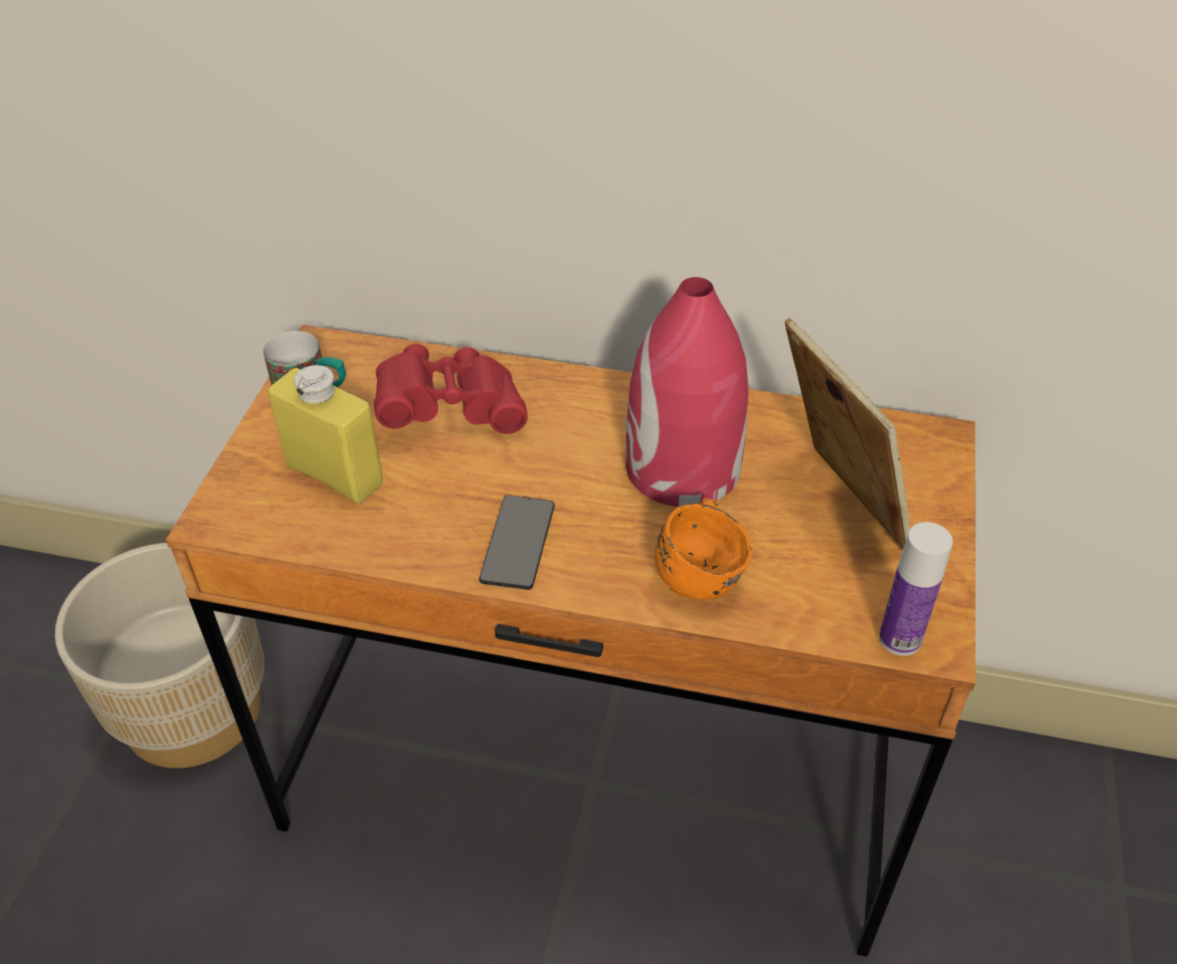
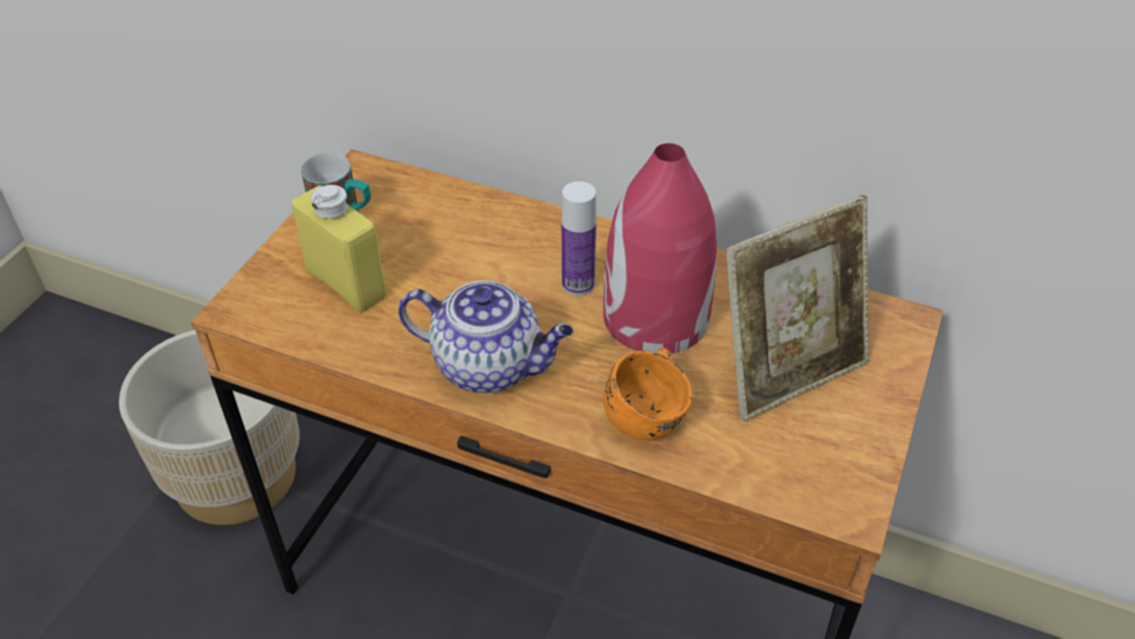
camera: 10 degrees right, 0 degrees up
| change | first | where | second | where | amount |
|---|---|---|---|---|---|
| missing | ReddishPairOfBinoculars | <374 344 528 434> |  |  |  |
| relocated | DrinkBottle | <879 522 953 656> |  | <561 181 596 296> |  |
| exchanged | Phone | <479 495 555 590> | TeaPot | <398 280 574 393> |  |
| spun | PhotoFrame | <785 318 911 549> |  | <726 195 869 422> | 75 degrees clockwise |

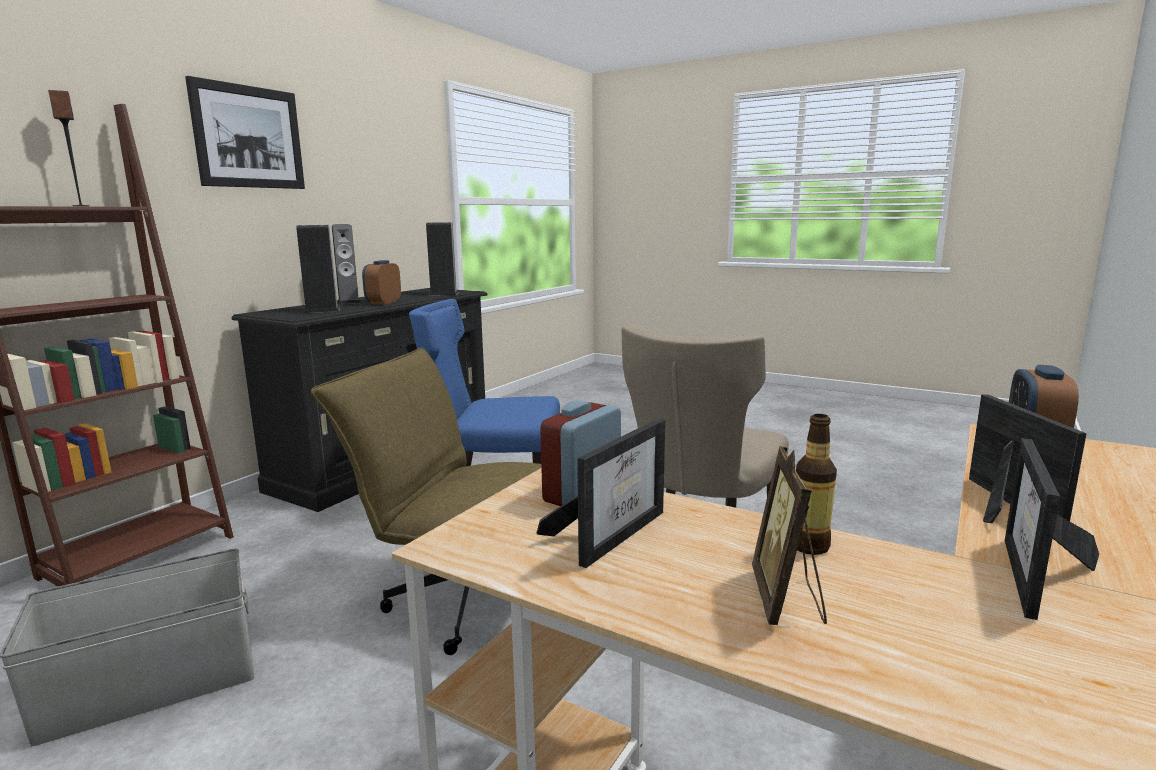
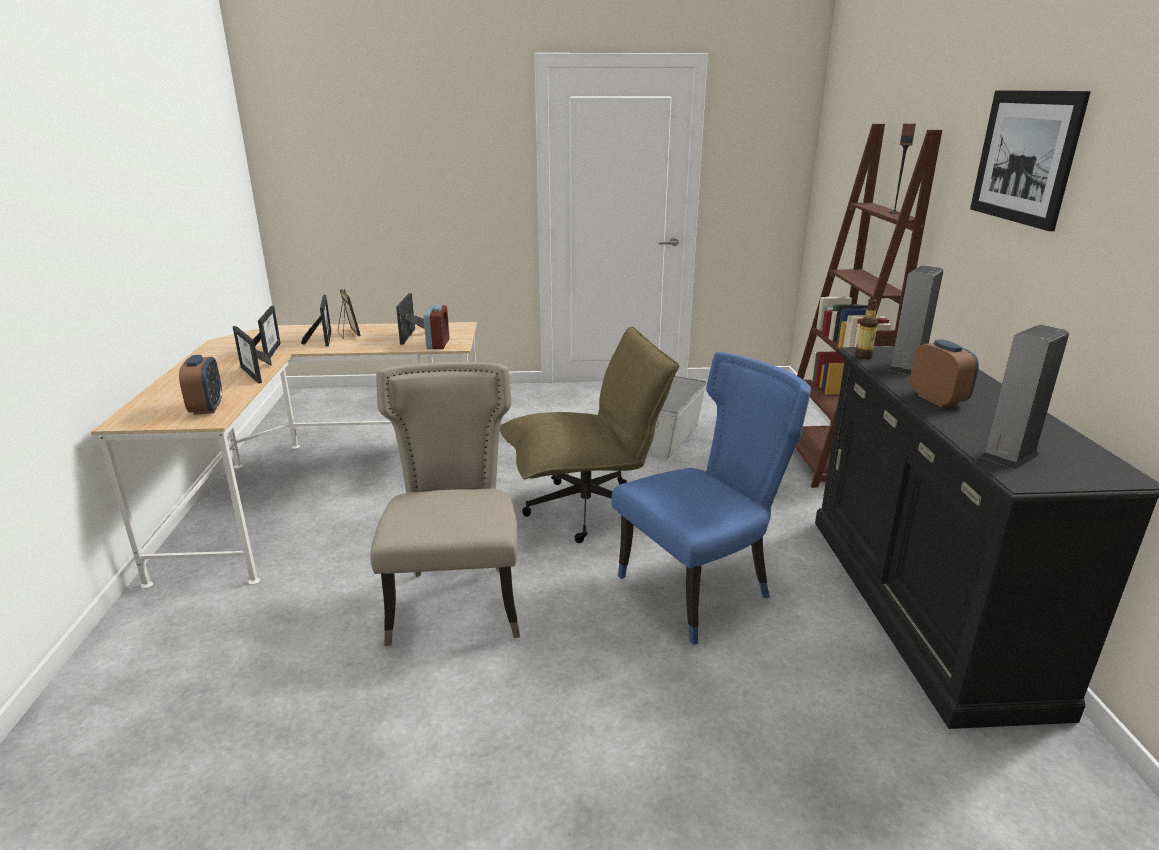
camera: 145 degrees right, 10 degrees up
| change | first | where | second | where | amount |
|---|---|---|---|---|---|
| missing | Loudspeaker | <332 224 360 304> |  |  |  |
| appeared |  |  | PhotoFrame | <301 295 331 346> |  |
| relocated | DrinkBottle | <796 414 837 555> |  | <855 298 878 359> |  |

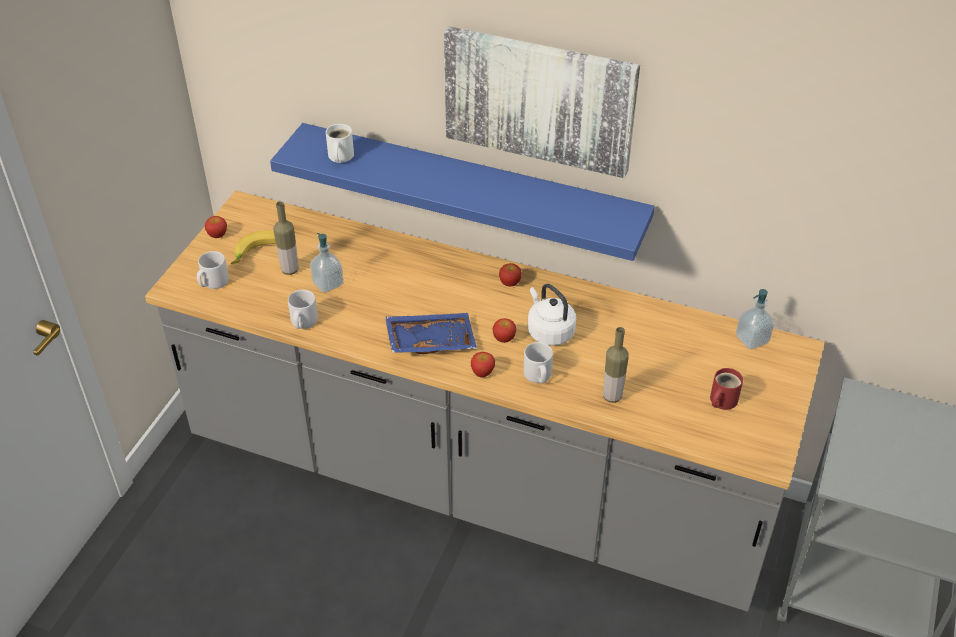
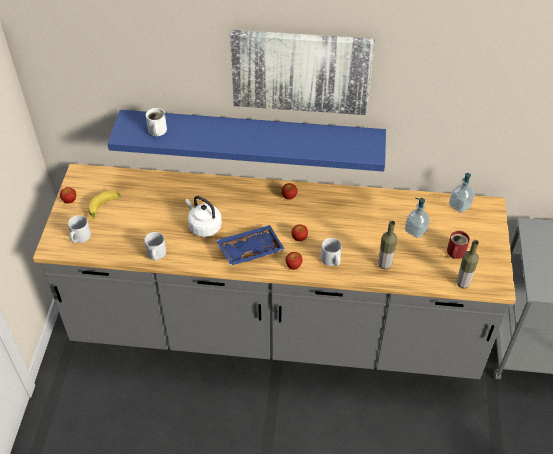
camera: 15 degrees left, 5 degrees up
| change | first | where | second | where | amount |
|---|---|---|---|---|---|
| relocated | DrinkBottle | <273 202 299 275> |  | <457 240 479 289> |  |
| relocated | SoapDispenser | <310 233 344 293> |  | <405 198 430 238> |  |
| relocated | WhitishTeaKettle | <527 284 576 346> |  | <185 196 222 237> |  |

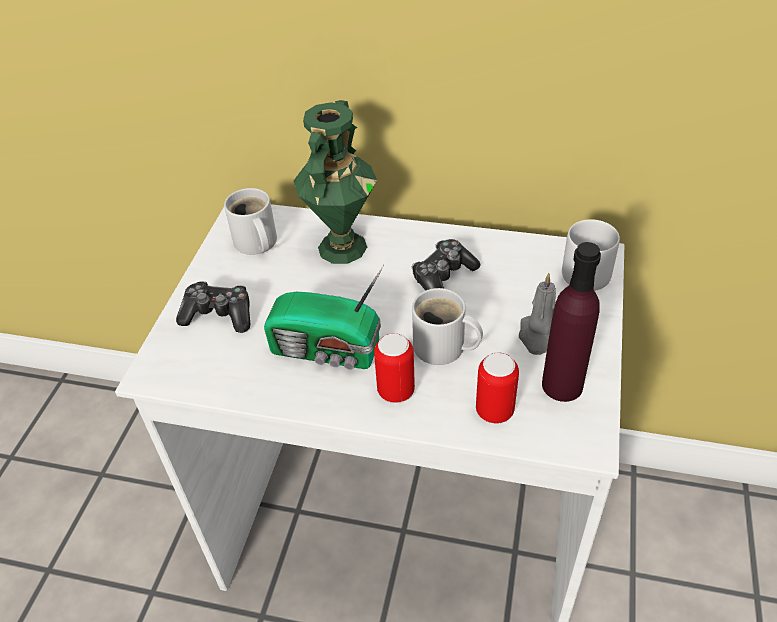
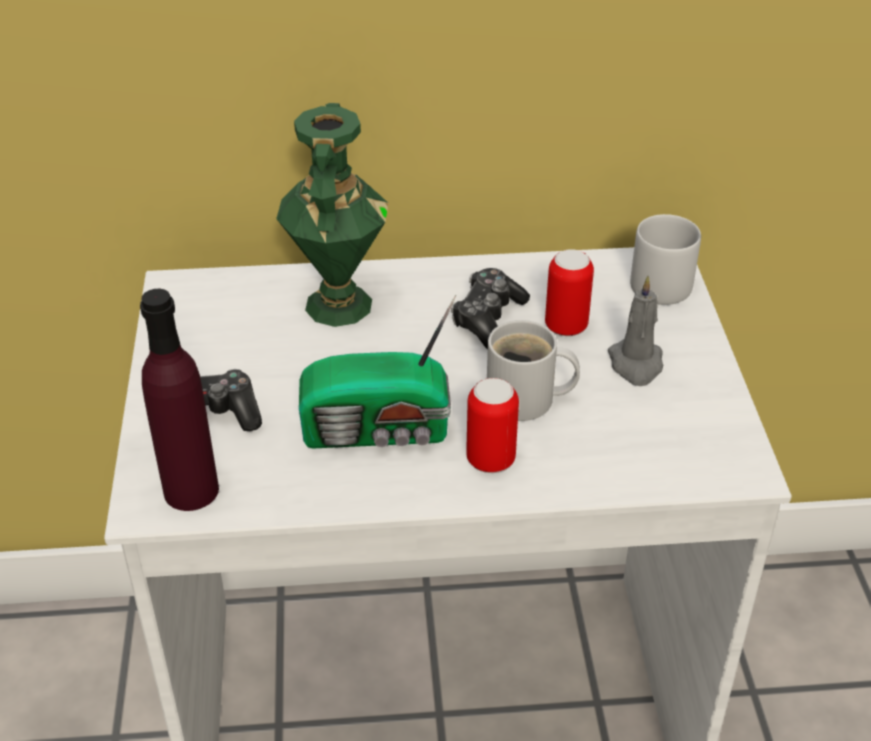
camera: 20 degrees left, 5 degrees down
| change | first | where | second | where | amount |
|---|---|---|---|---|---|
| missing | WhitishTeaMug | <224 188 277 255> |  |  |  |
| relocated | Can | <476 353 519 424> |  | <545 249 594 336> |  |
| relocated | PurpleDrinkBottle | <542 242 601 402> |  | <140 289 219 511> |  |

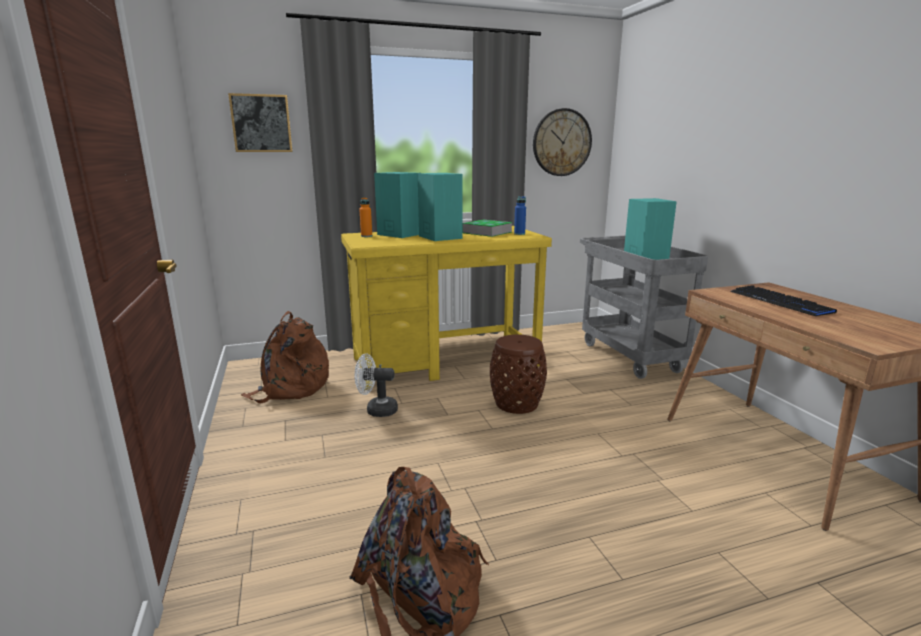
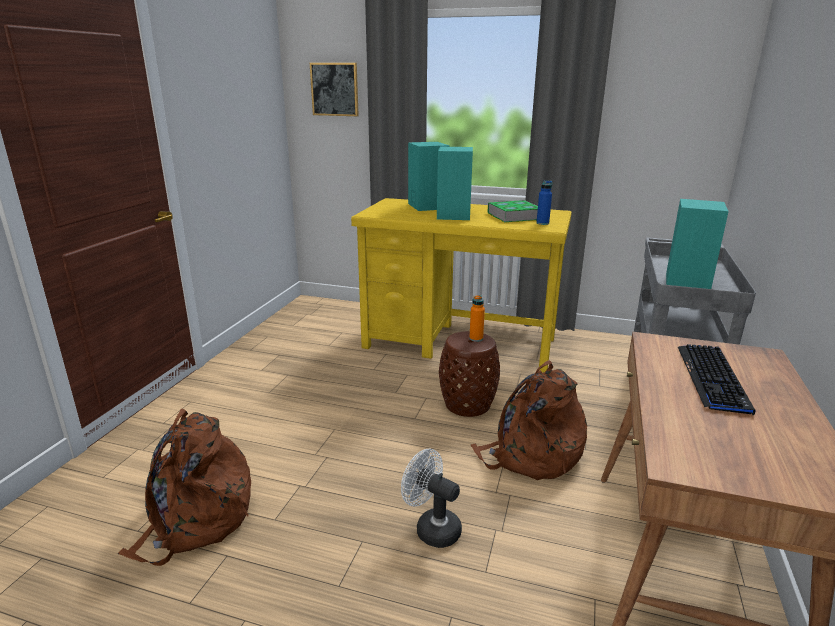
camera: 35 degrees right, 5 degrees up
| change | first | where | second | where | amount |
|---|---|---|---|---|---|
| missing | ClockOnTheWall | <533 108 592 176> |  |  |  |
| relocated | BrownishBackpack | <241 311 329 403> |  | <471 360 587 480> |  |
| relocated | WhitishElectricFan | <355 353 398 417> |  | <401 449 462 548> |  |
| relocated | OrangeColouredDrinkBottle | <359 197 372 237> |  | <469 295 485 342> |  |

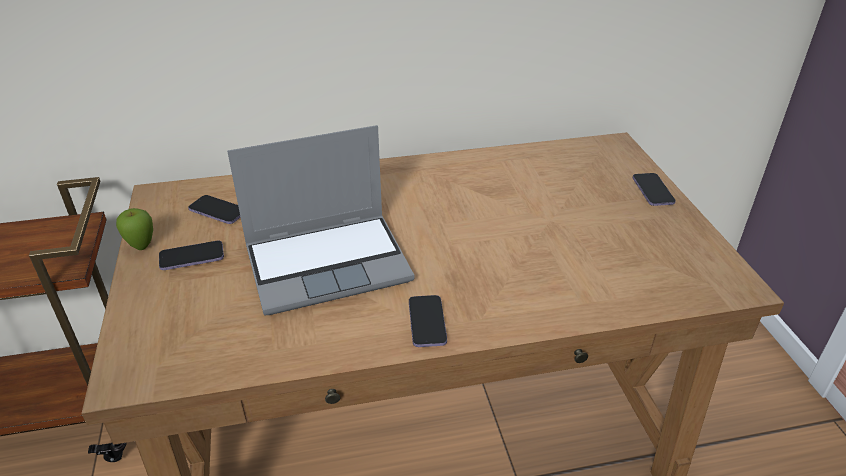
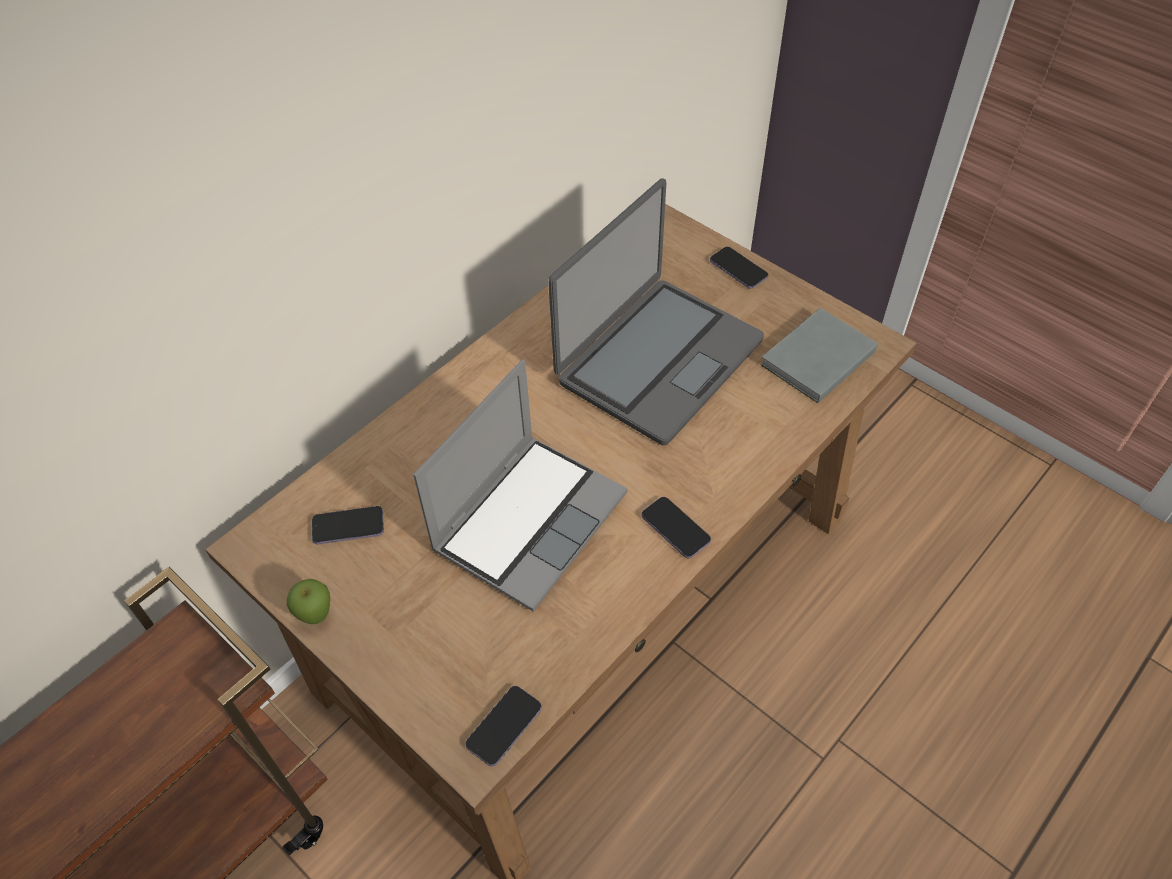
camera: 35 degrees left, 15 degrees up
| change | first | where | second | where | amount |
|---|---|---|---|---|---|
| appeared |  |  | NotebookComputer | <548 179 764 445> |  |
| appeared |  |  | GreyishBook | <761 308 878 403> |  |
| relocated | Phone | <159 241 224 270> |  | <465 686 542 766> |  |

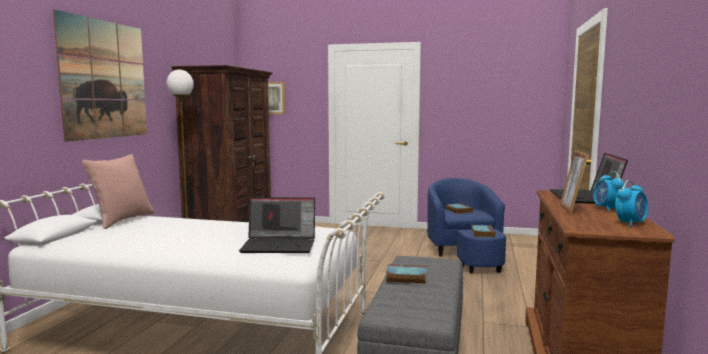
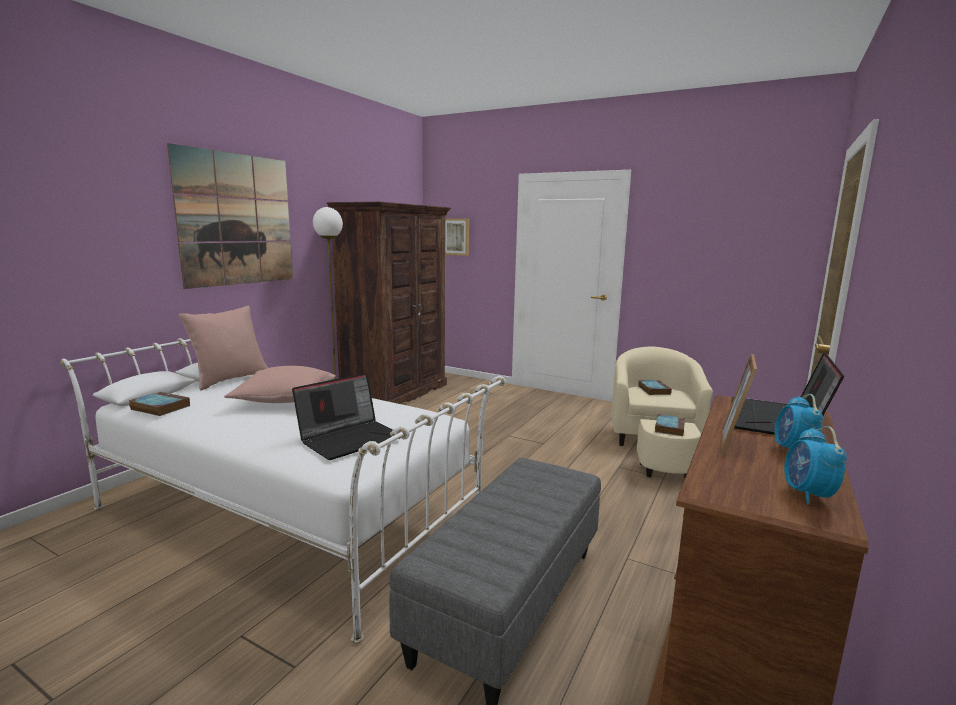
camera: 15 degrees right, 5 degrees up
| change | first | where | second | where | amount |
|---|---|---|---|---|---|
| appeared |  |  | PinkColouredThrowPillow | <224 366 336 403> |  |
| relocated | Book | <386 264 427 284> |  | <129 392 190 416> |  |
| colour | BluishArmchair | <427 178 506 274> | SandColouredArmchair | <611 347 713 479> |  |
| spun | NotebookComputer | <239 197 315 253> |  | <292 373 400 460> | 60 degrees counterclockwise |
| spun | BedsideClock | <615 180 648 227> |  | <784 426 847 505> | 120 degrees clockwise |

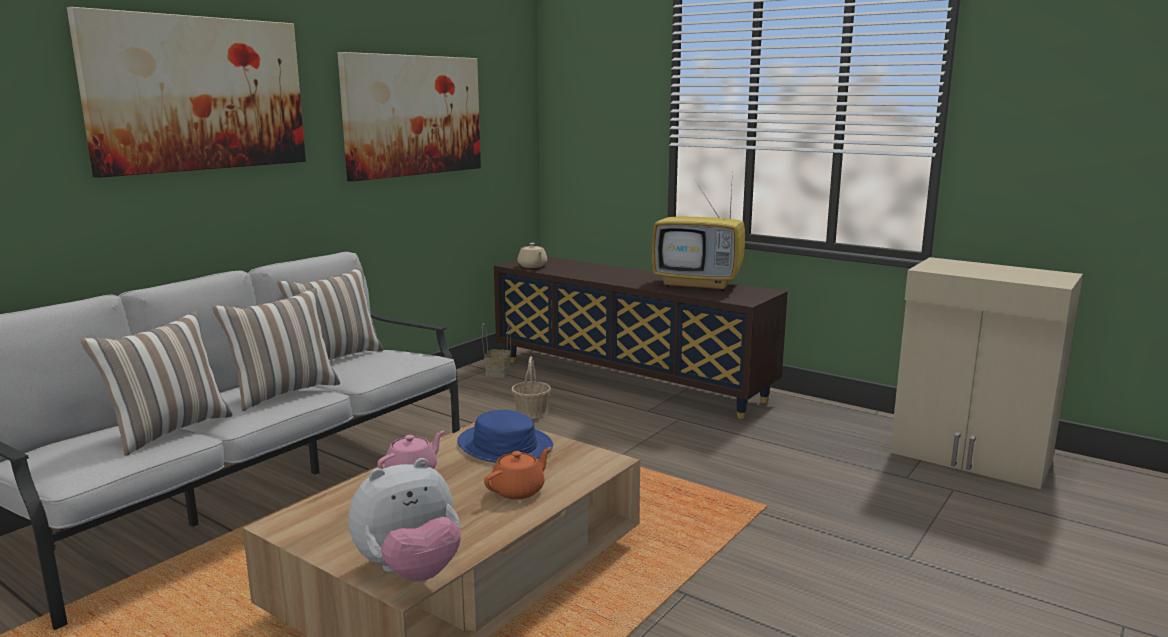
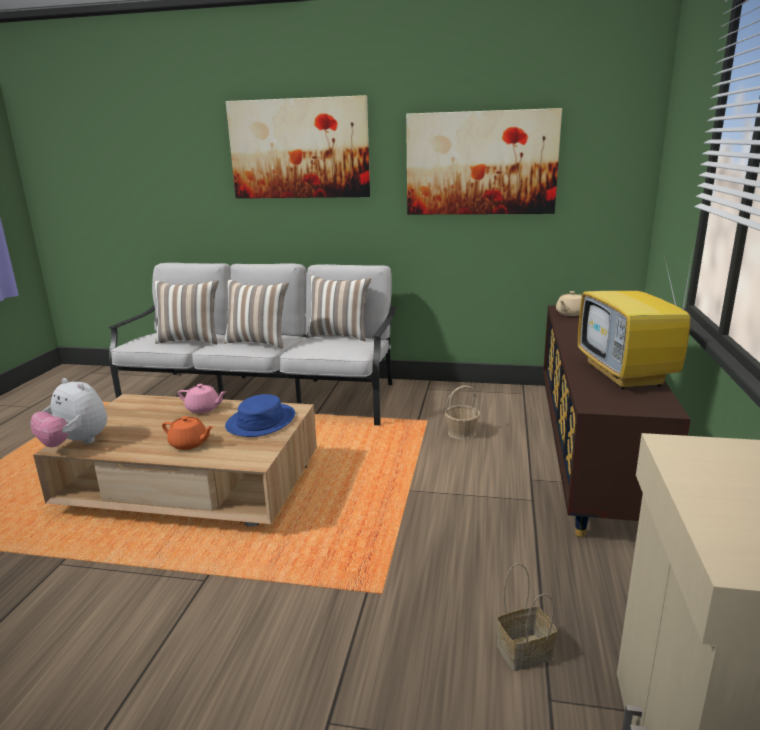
camera: 65 degrees right, 5 degrees up
| change | first | where | second | where | amount |
|---|---|---|---|---|---|
| relocated | Basket | <482 323 511 378> |  | <496 563 557 671> |  |

